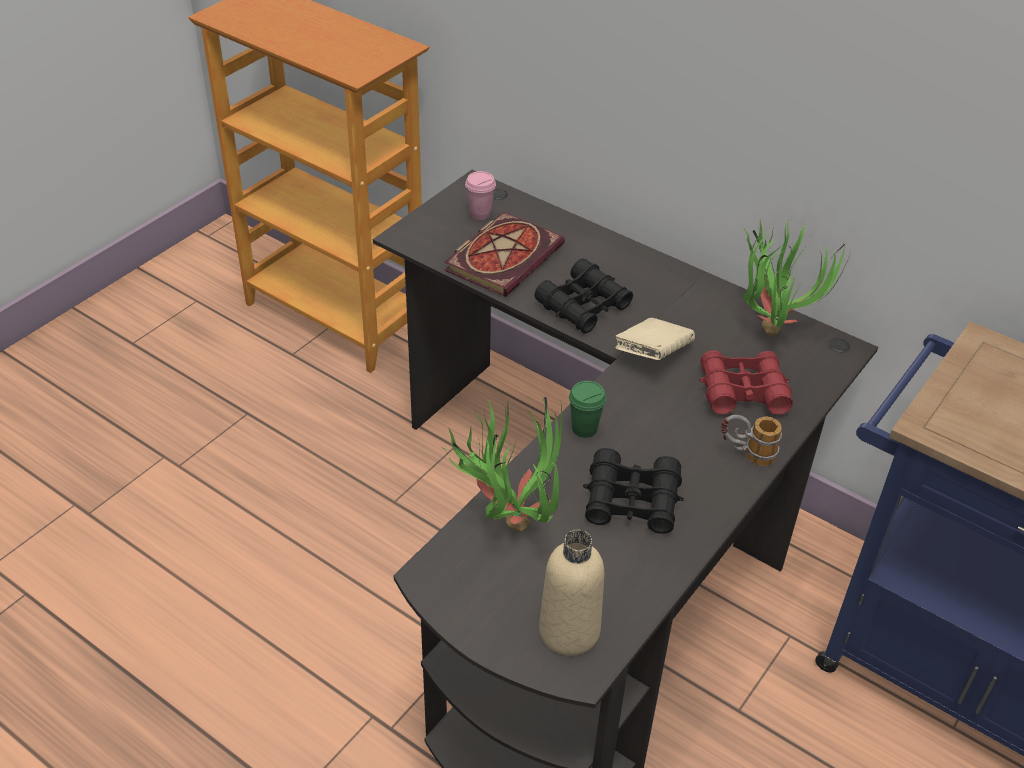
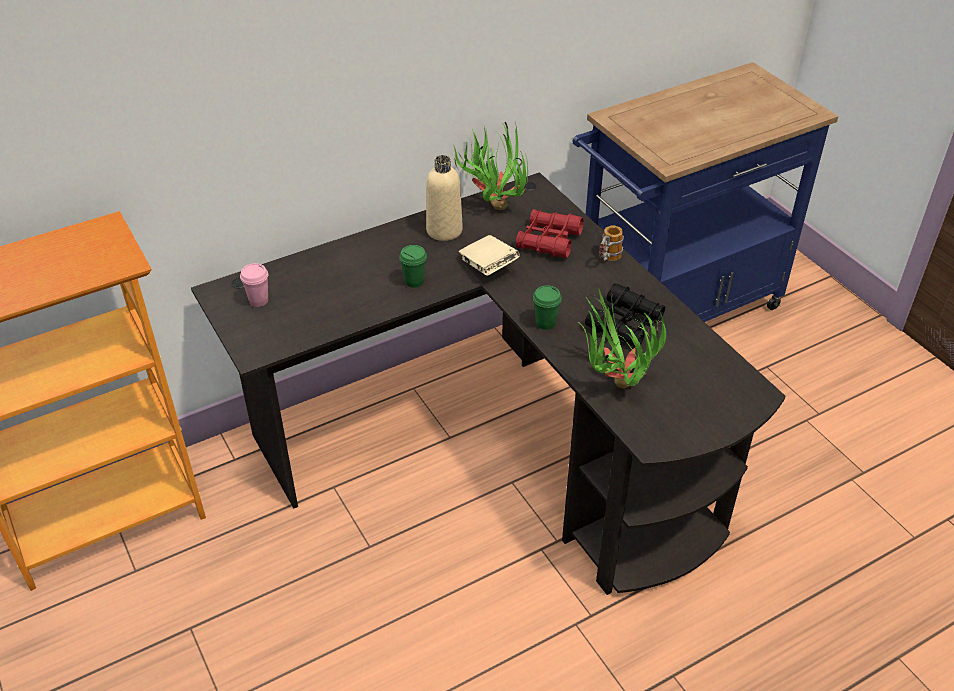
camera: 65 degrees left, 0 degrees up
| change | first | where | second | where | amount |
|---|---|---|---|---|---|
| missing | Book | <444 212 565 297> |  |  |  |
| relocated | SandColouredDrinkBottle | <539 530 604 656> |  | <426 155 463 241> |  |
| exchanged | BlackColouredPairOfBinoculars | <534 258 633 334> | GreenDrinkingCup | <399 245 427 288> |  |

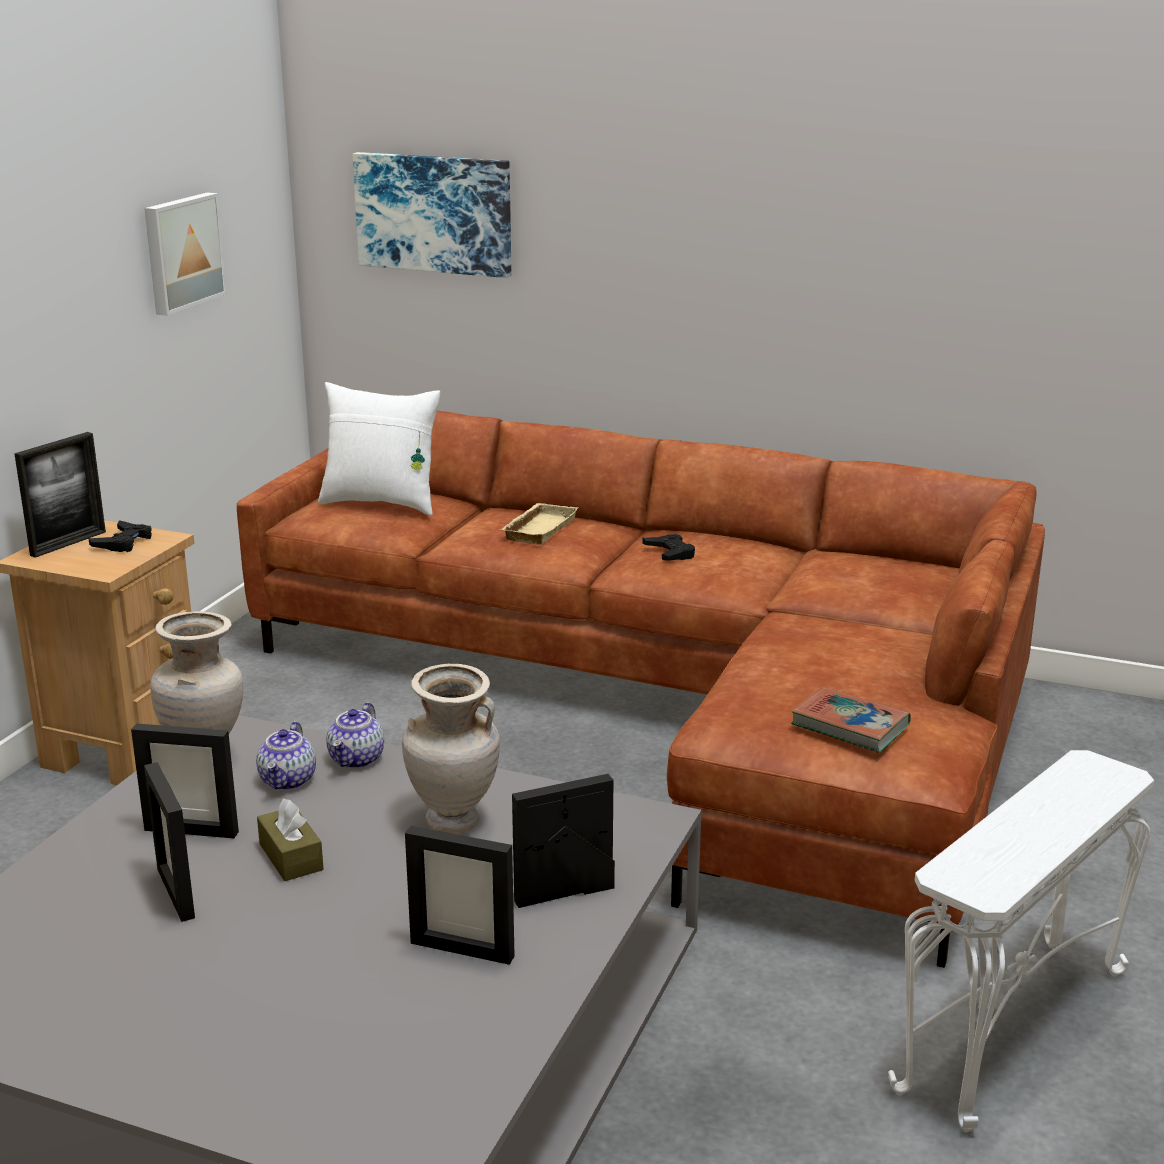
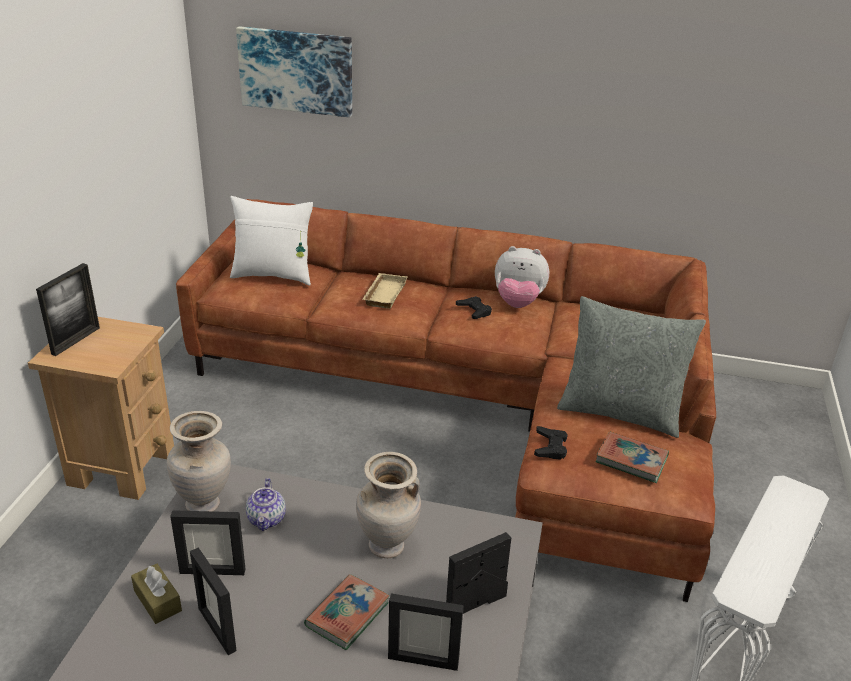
camera: 10 degrees left, 10 degrees up
| change | first | where | second | where | amount |
|---|---|---|---|---|---|
| missing | WallPicture | <144 193 227 316> |  |  |  |
| missing | TeaPot | <326 702 384 768> |  |  |  |
| appeared |  |  | Book | <304 574 390 650> |  |
| appeared |  |  | CuddlyToy | <495 246 549 308> |  |
| appeared |  |  | GreyishThrowPillow | <557 296 706 438> |  |
| relocated | BlackColouredJoypad | <88 520 152 552> |  | <534 426 568 460> |  |
| relocated | BrownishTissueBox | <257 798 324 881> |  | <131 564 182 624> |  |

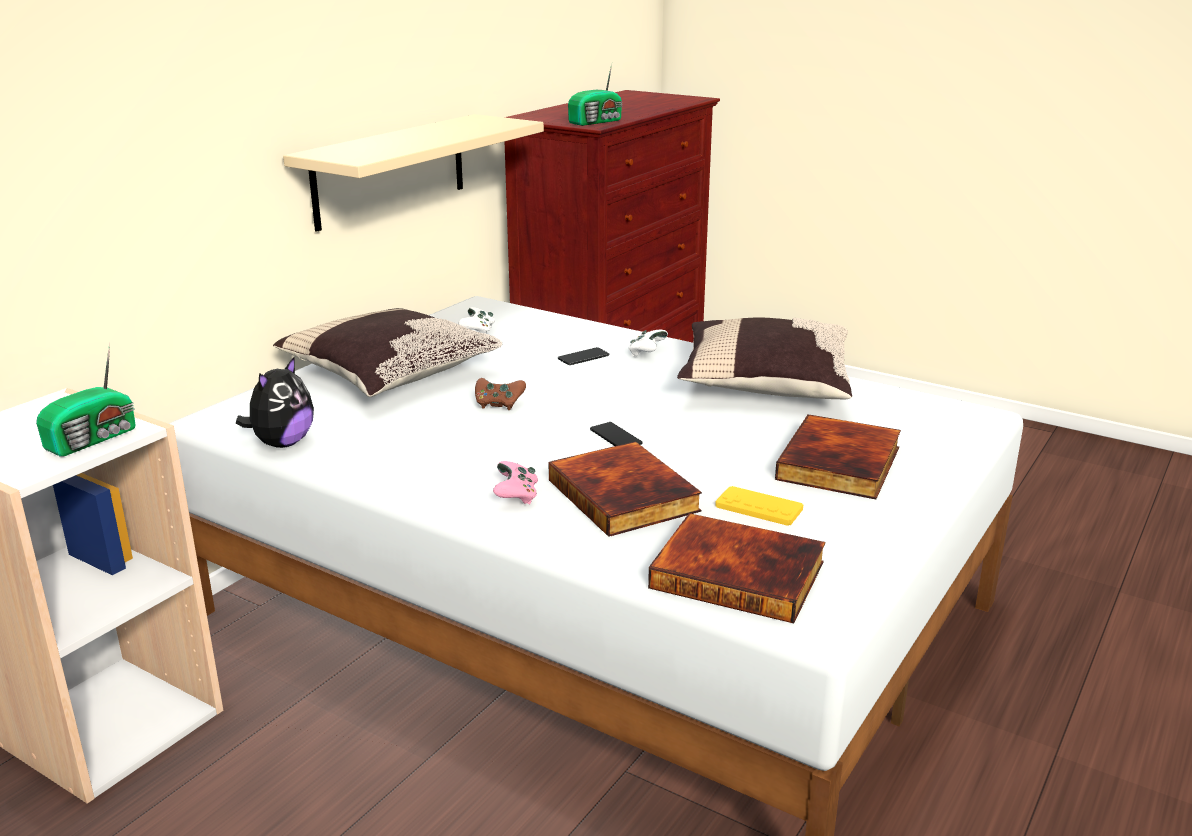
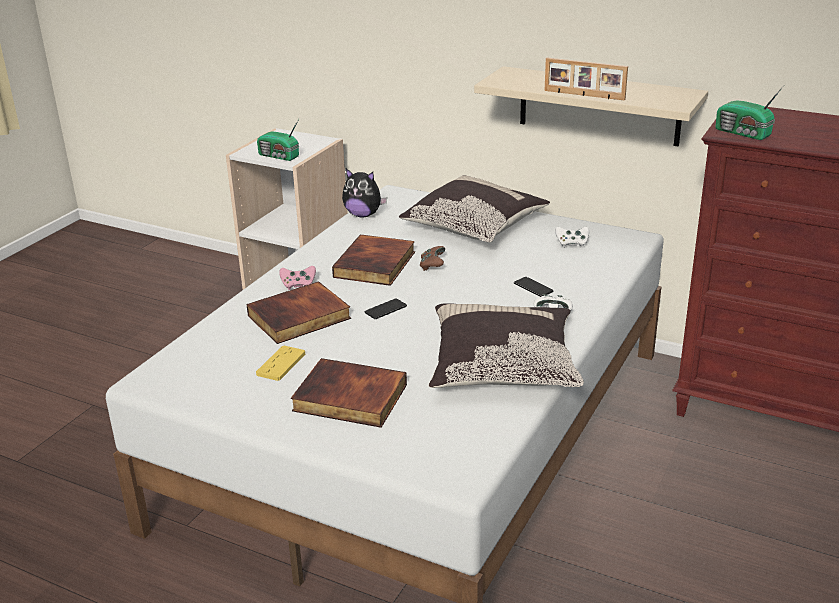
camera: 85 degrees right, 5 degrees up
| change | first | where | second | where | amount |
|---|---|---|---|---|---|
| appeared |  |  | PhotoFrame | <544 57 628 101> |  |
| relocated | Book | <648 513 825 623> |  | <332 234 415 286> |  |

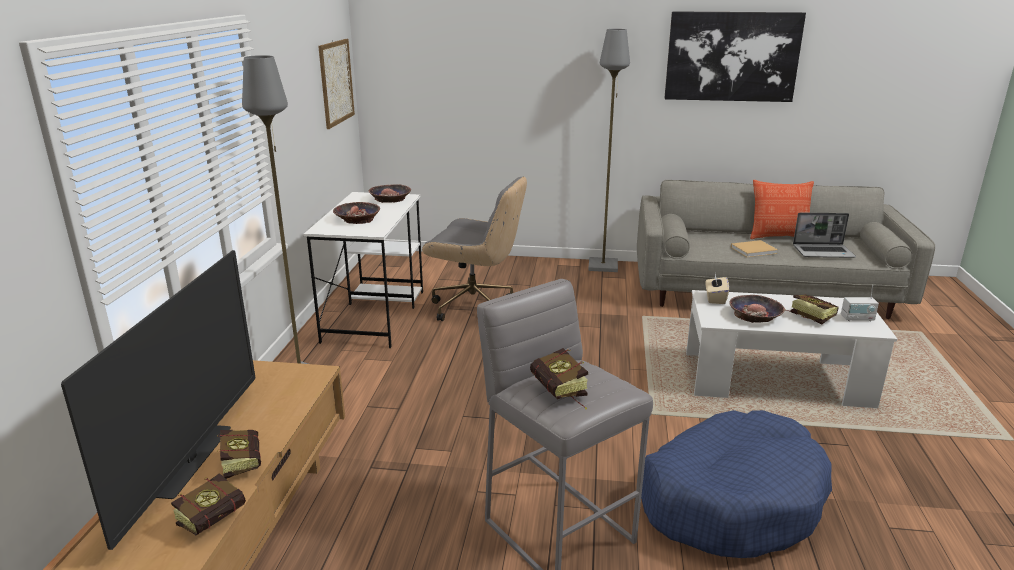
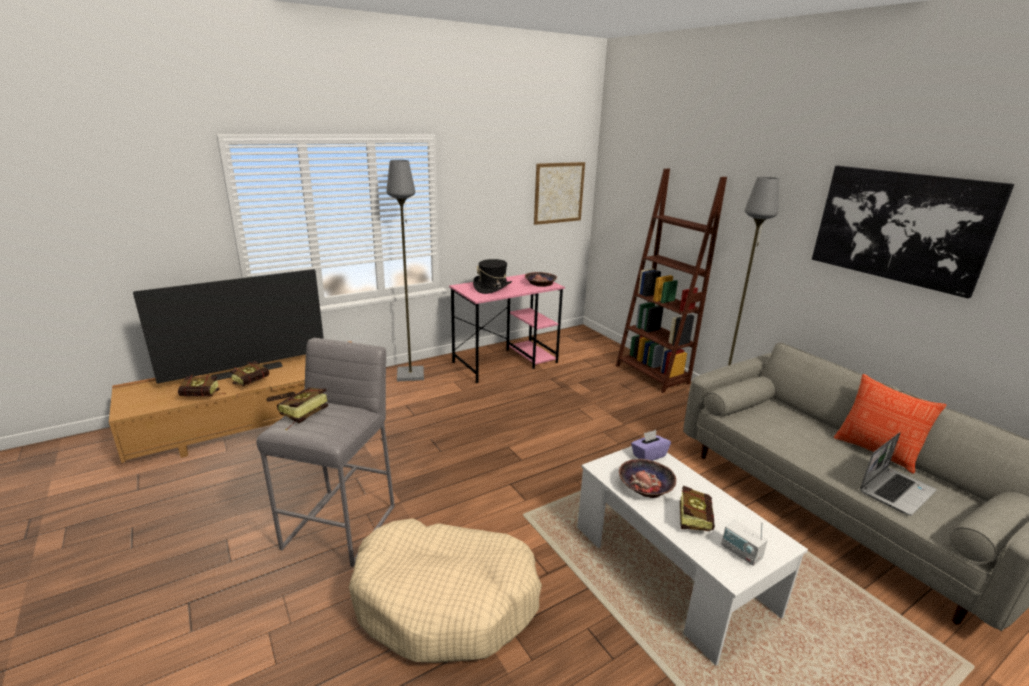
camera: 50 degrees right, 0 degrees up
| change | first | where | second | where | amount |
|---|---|---|---|---|---|
| missing | GreyishOfficeChair | <422 176 527 321> |  |  |  |
| missing | SandColouredBook | <731 240 778 257> |  |  |  |
| appeared |  |  | BrownishBookshelf | <616 169 727 393> |  |
| exchanged | DeepDish | <333 202 380 224> | BlackColouredClothingHat | <473 259 512 294> |  |
| colour | WhitishDesk | <304 192 423 348> | PinkColouredDesk | <449 274 565 383> |  |
| colour | BluishDogBed | <641 410 832 558> | SandColouredDogBed | <349 518 542 663> |  |
| colour | SandColouredTissueBox | <706 274 729 304> | PurpleTissueBox | <631 430 671 461> |  |
| spun | NotebookComputer | <793 212 856 258> |  | <860 432 937 516> | 90 degrees counterclockwise |

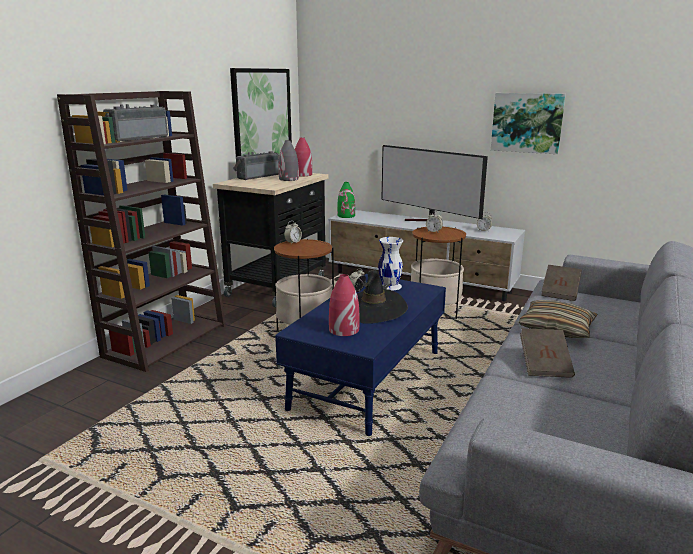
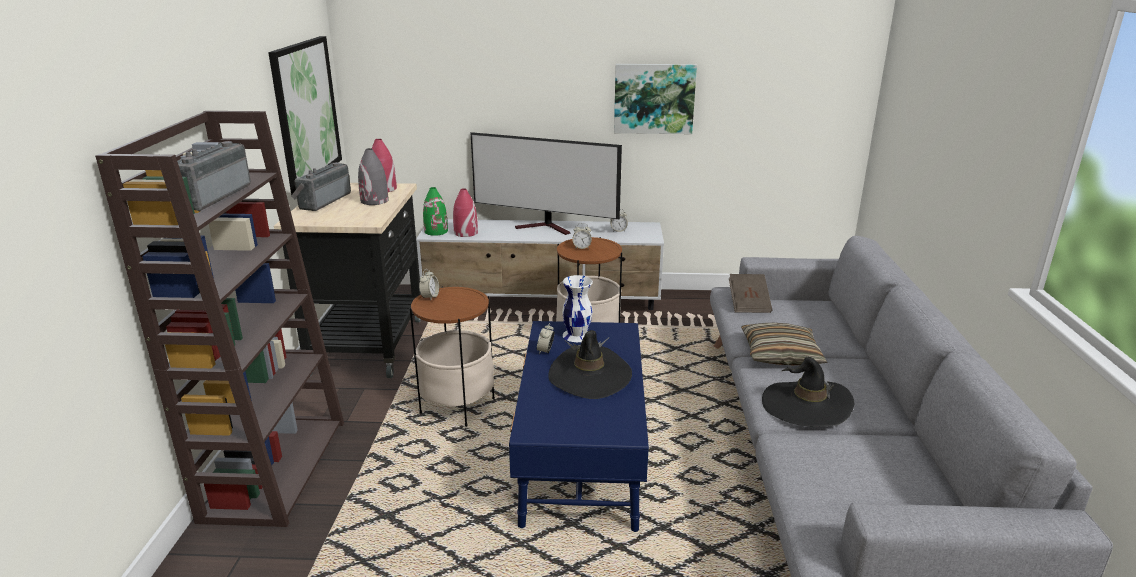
camera: 25 degrees left, 5 degrees up
| change | first | where | second | where | amount |
|---|---|---|---|---|---|
| relocated | ReddishFlowerVase | <329 274 359 336> |  | <453 188 478 237> |  |
| exchanged | BrownishBook | <520 328 575 378> | BlackColouredClothingHat | <762 357 854 427> |  |

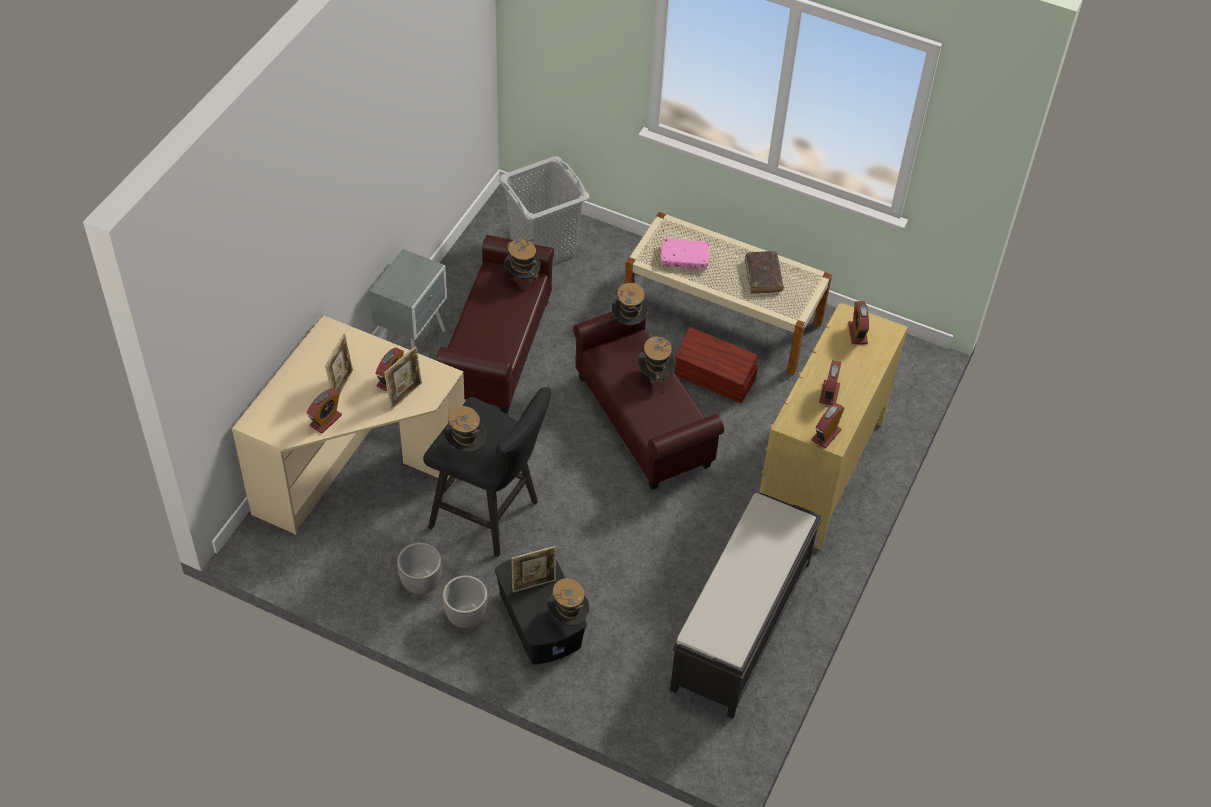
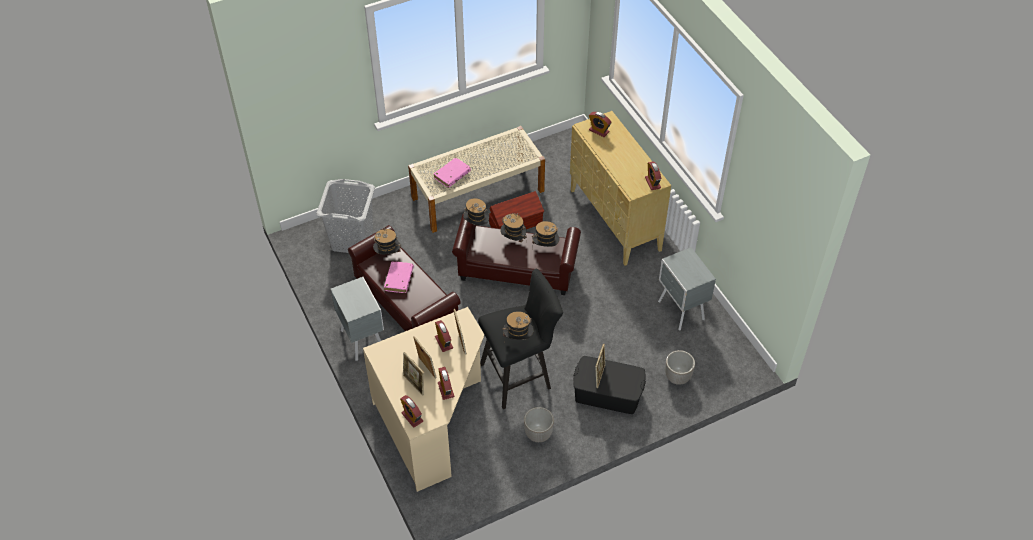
camera: 50 degrees left, 0 degrees up
| change | first | where | second | where | amount |
|---|---|---|---|---|---|
| missing | BrownishBook | <745 251 784 293> |  |  |  |
| appeared |  |  | PinkColouredBook | <384 261 414 293> |  |
| appeared |  |  | PhotoFrame | <403 352 424 396> |  |
| relocated | PlantPot | <442 575 488 628> |  | <665 350 695 385> |  |
| relocated | ClothingHat | <547 578 590 626> |  | <532 221 560 247> |  |
| relocated | BedsideClock | <819 360 841 406> |  | <400 395 423 428> |  |
| exchanged | BlackColouredIndoorBench | <670 493 822 718> | GreyishBedsideTable | <658 247 716 330> |  |

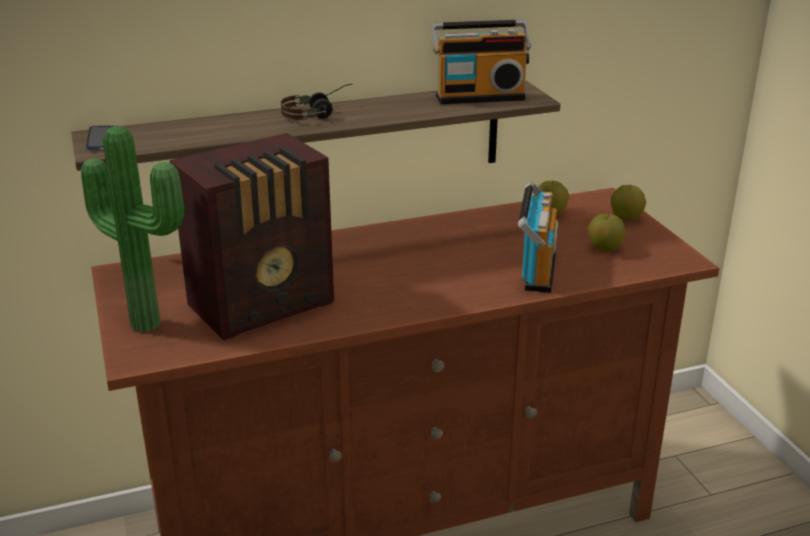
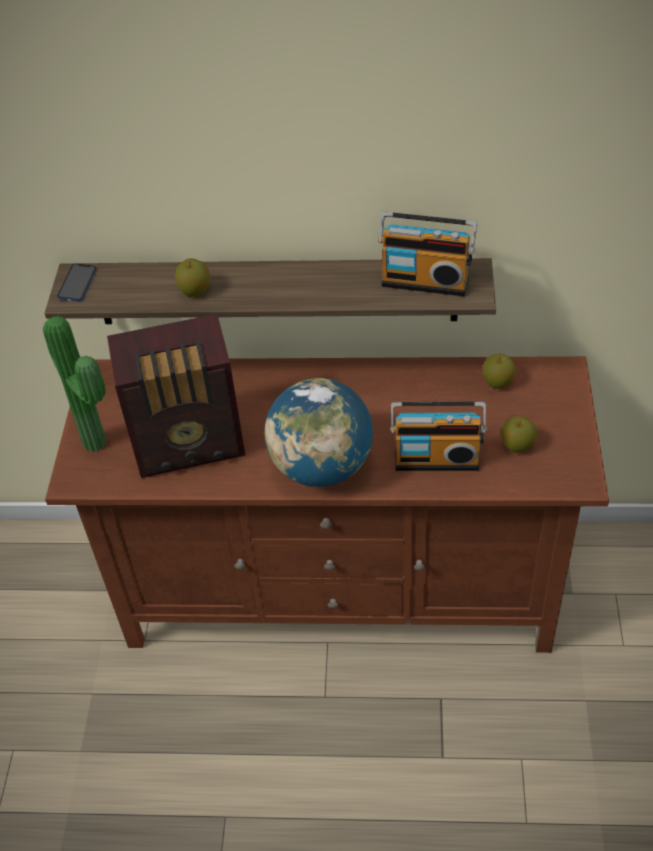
camera: 25 degrees right, 20 degrees up
| change | first | where | second | where | amount |
|---|---|---|---|---|---|
| missing | Headphones | <281 84 352 120> |  |  |  |
| appeared |  |  | DeskGlobe | <264 378 373 487> |  |
| relocated | Apple | <611 184 646 221> |  | <175 258 210 297> |  |
| spun | RadioReceiver | <518 181 558 293> |  | <390 402 487 471> | 60 degrees clockwise |

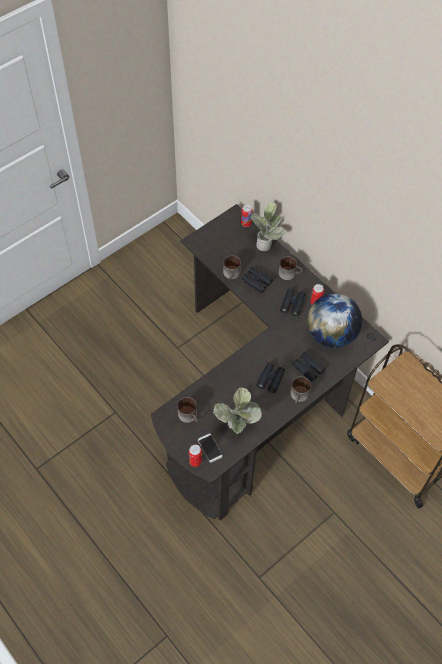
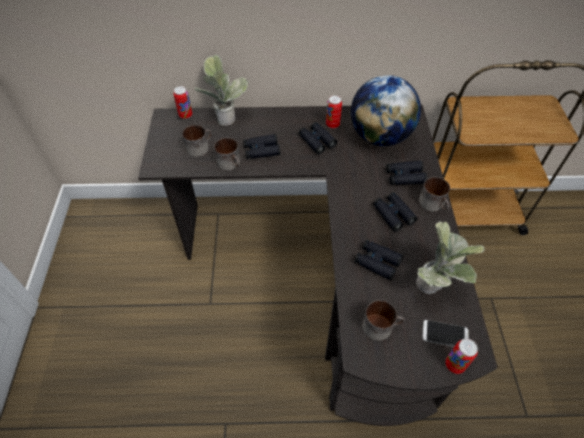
camera: 50 degrees left, 5 degrees down
| change | first | where | second | where | amount |
|---|---|---|---|---|---|
| appeared |  |  | BlackColouredPairOfBinoculars | <354 240 403 281> |  |
| relocated | TeaMug | <279 256 302 280> |  | <182 125 212 157> |  |

